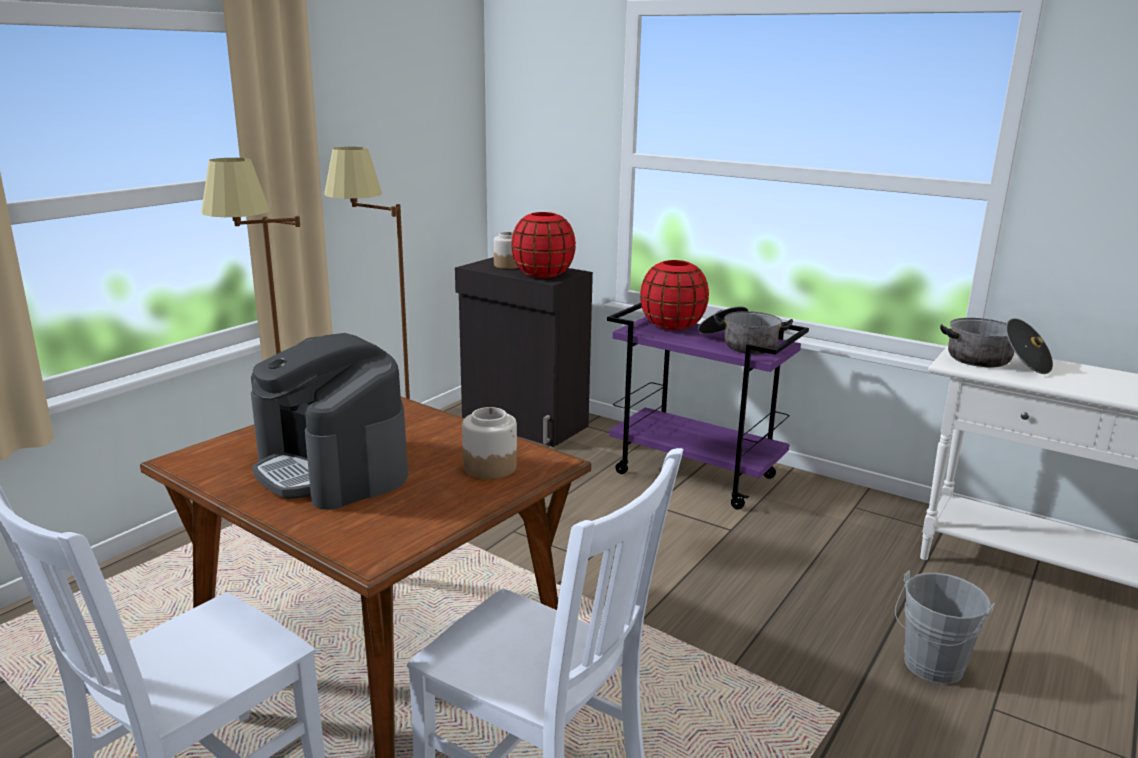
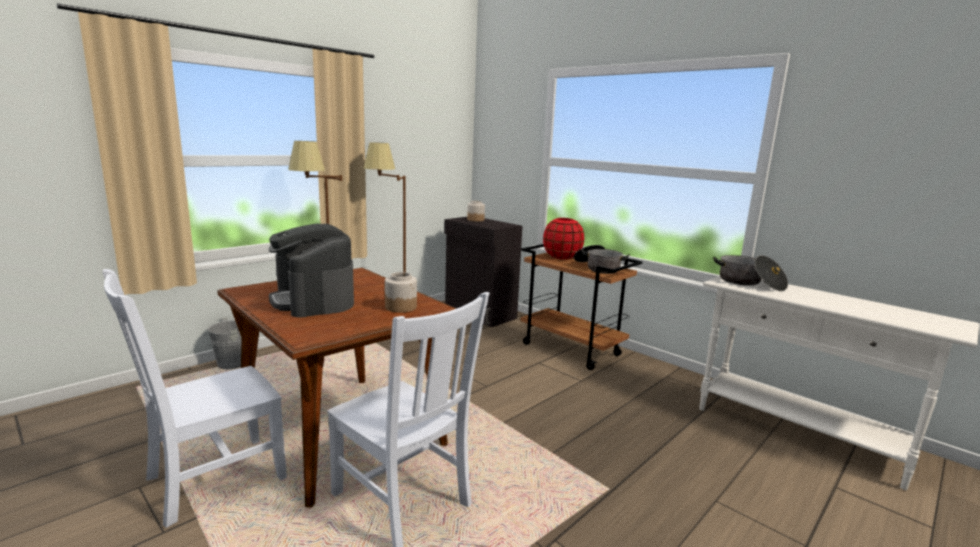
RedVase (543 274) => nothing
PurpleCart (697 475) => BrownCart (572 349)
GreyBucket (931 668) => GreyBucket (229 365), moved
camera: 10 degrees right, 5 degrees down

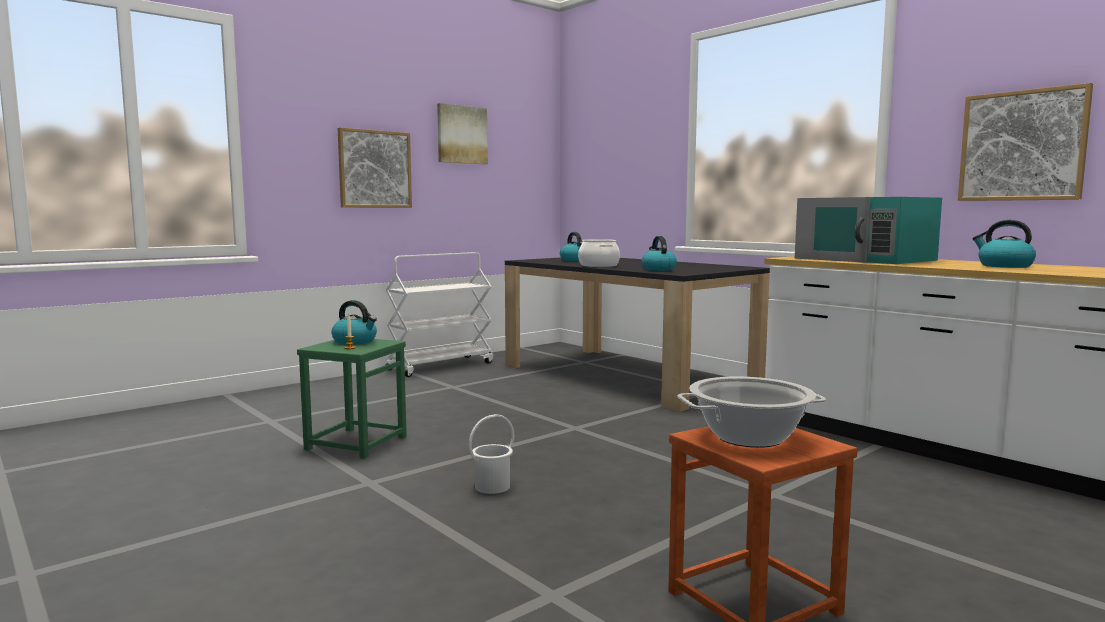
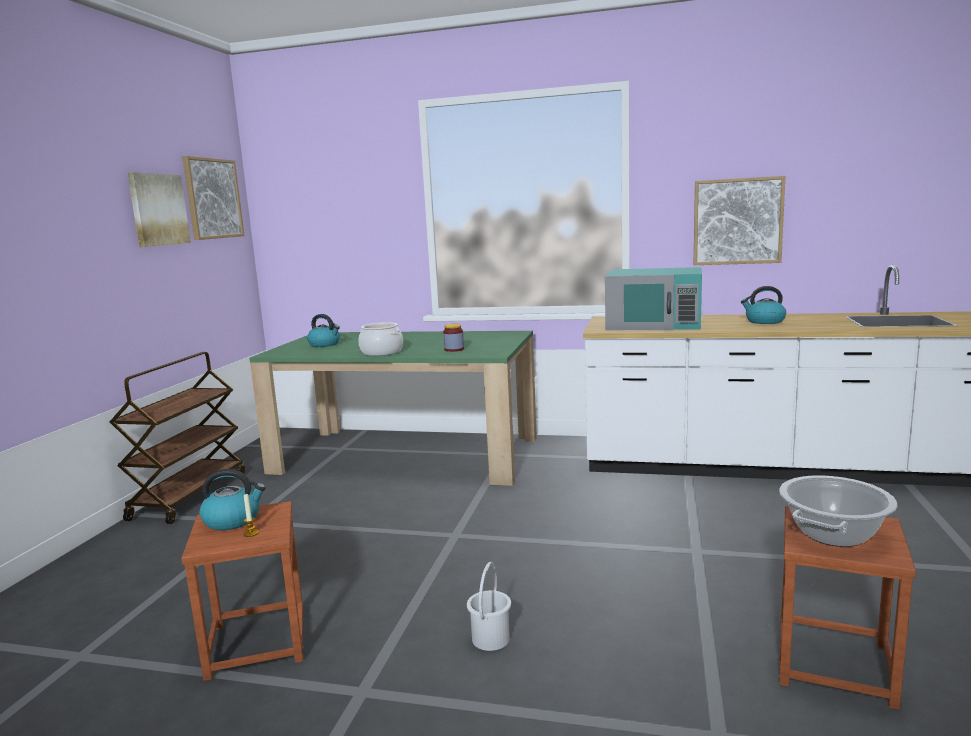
GreenStool (356 443) => BrownStool (256 643)
Picture (374 169) => Picture (213 198), moved
WhiteCart (441 366) => BrownCart (189 496)
BlackDiningTable (627 375) => GreenDiningTable (407 454)
Kettle (658 269) => Jar (454 349)
camera: 35 degrees left, 5 degrees up

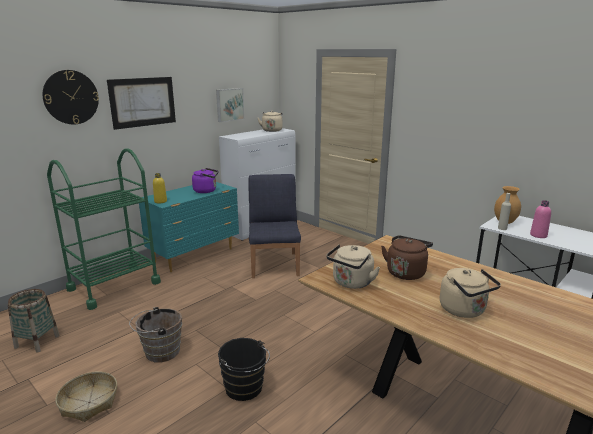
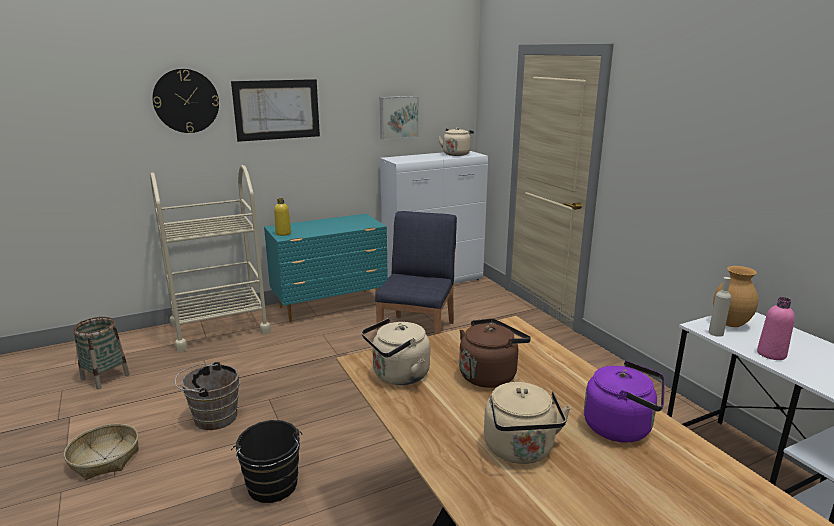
GreenCart (114 286) => BeigeCart (220 328)
PurpleKettle (206 191) => PurpleKettle (621 428), moved
camera: 20 degrees right, 0 degrees up

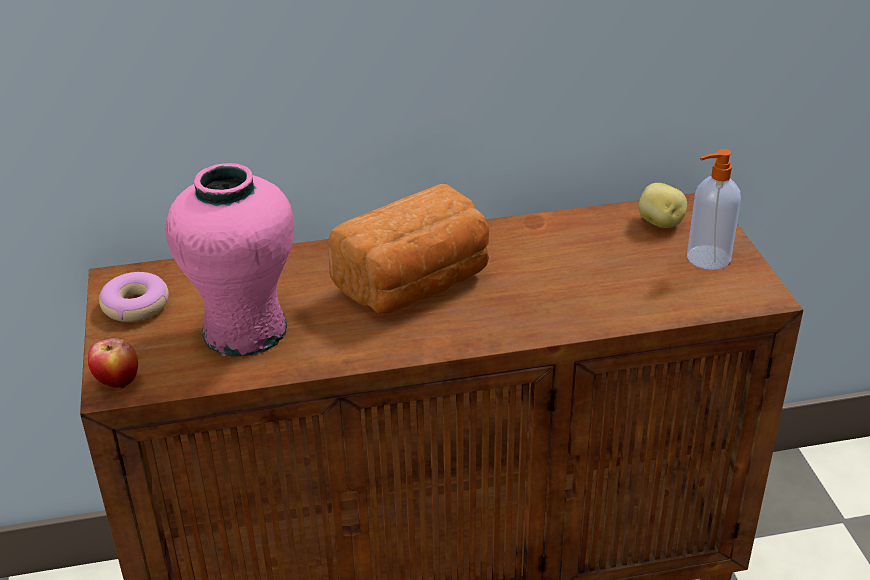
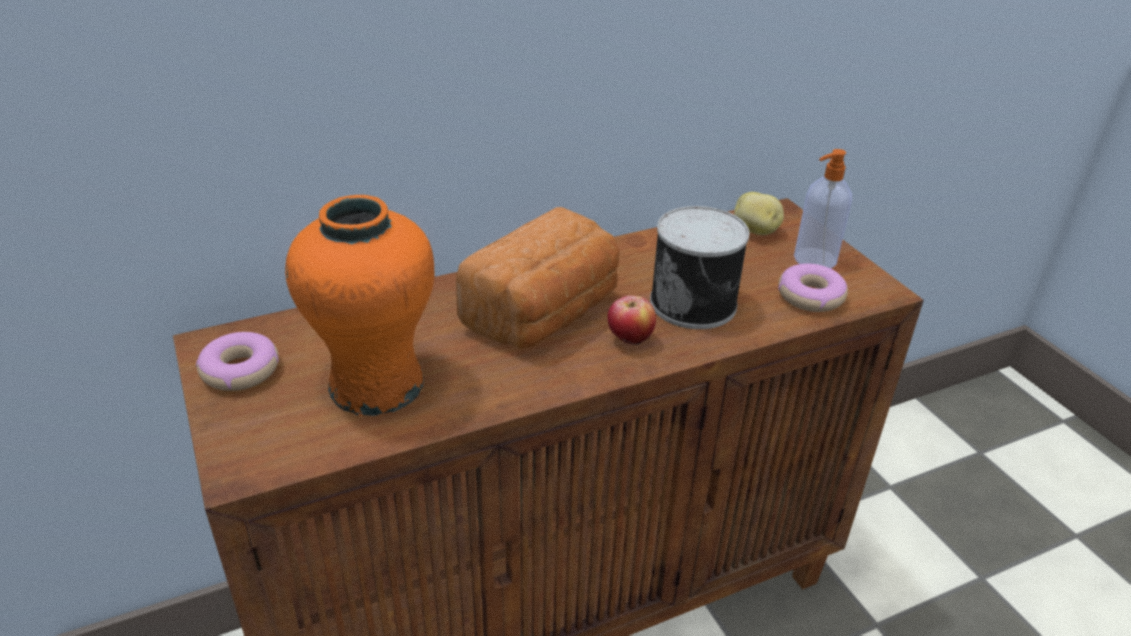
Apple (117 383) => Apple (629 340), moved
PinkVase (244 330) => OrangeVase (375 384)
nothing => Can (695 303)
nothing => Donut (810 296)
camera: 15 degrees left, 0 degrees up

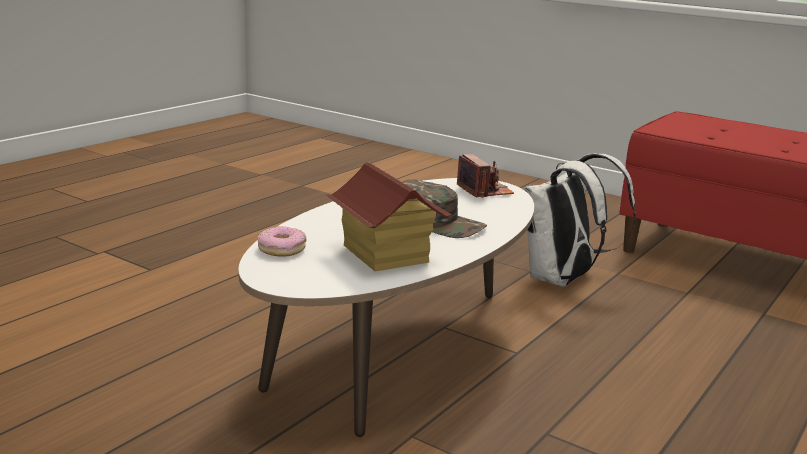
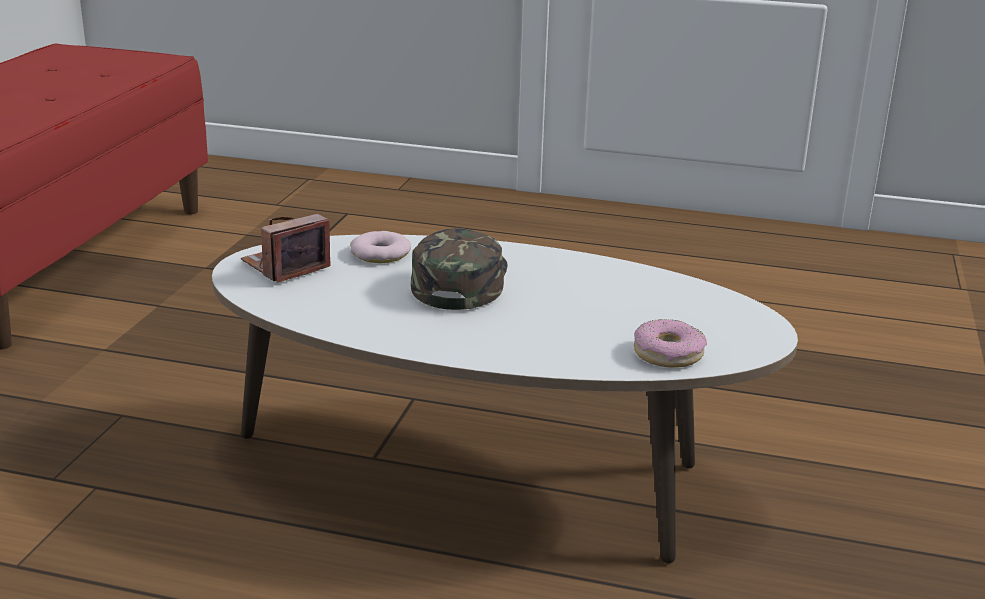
ToyHouse (384 254) => nothing
WhiteBackpack (562 280) => nothing
nothing => Donut (380 254)
camera: 110 degrees left, 5 degrees up

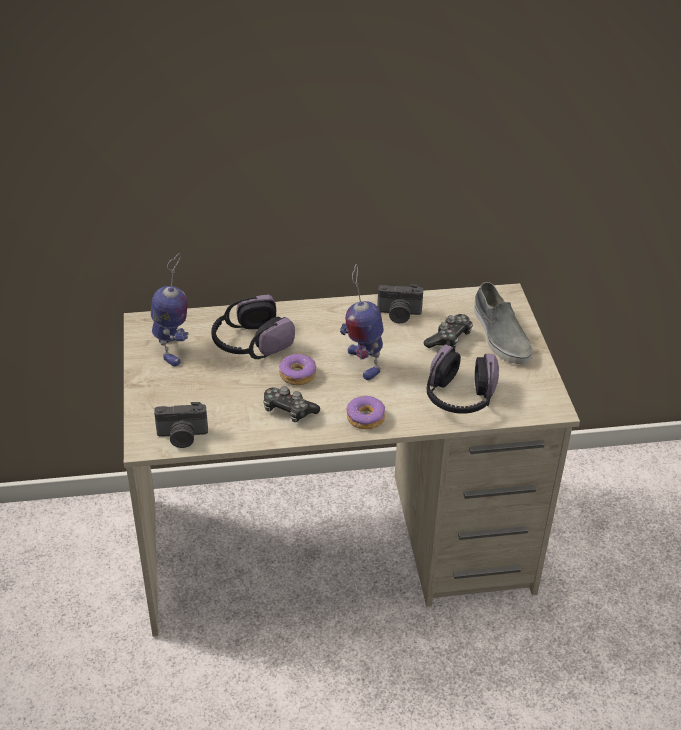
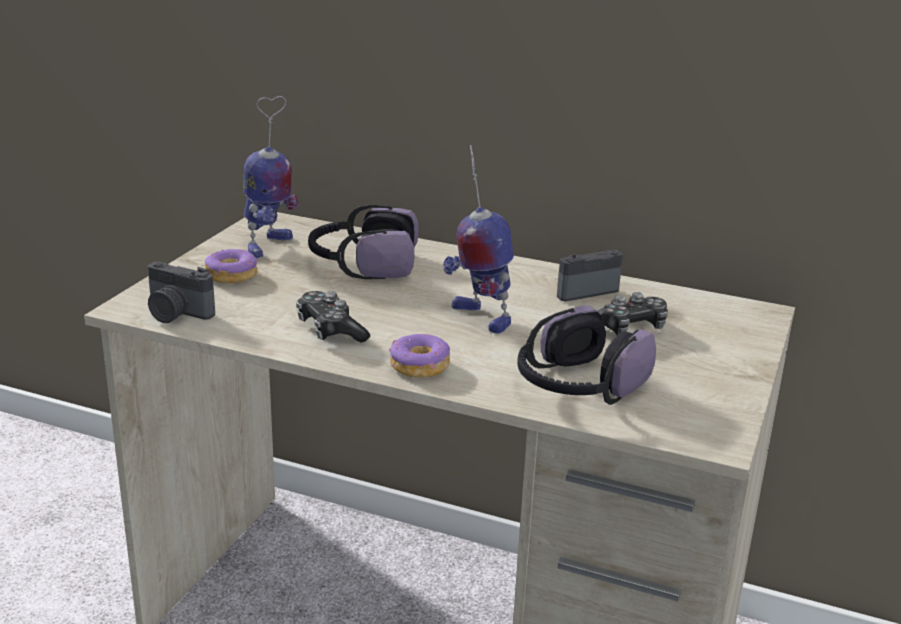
Donut (297 374) => Donut (231 275), moved
ToyRobot (362 363) => ToyRobot (479 317), 45 degrees counterclockwise
PhotoCamera (399 314) => PhotoCamera (582 290), 120 degrees clockwise
GreyShoe (500 335) => nothing
camera: 30 degrees right, 15 degrees down

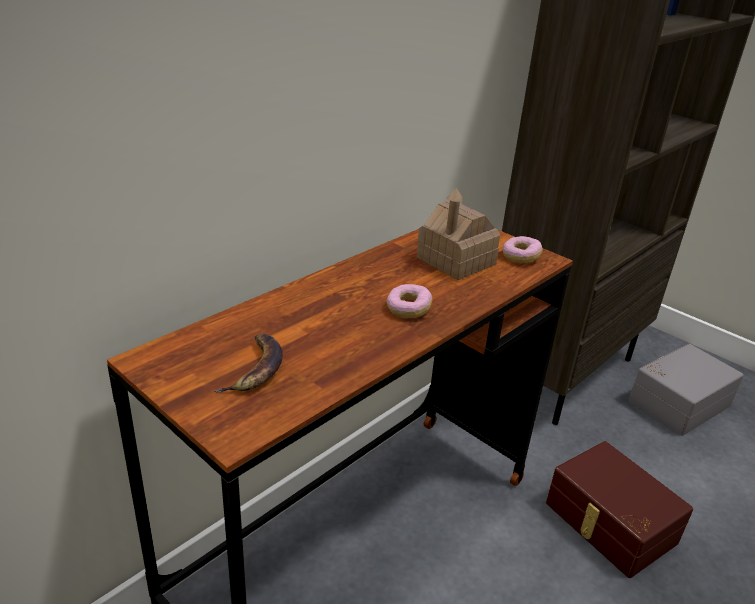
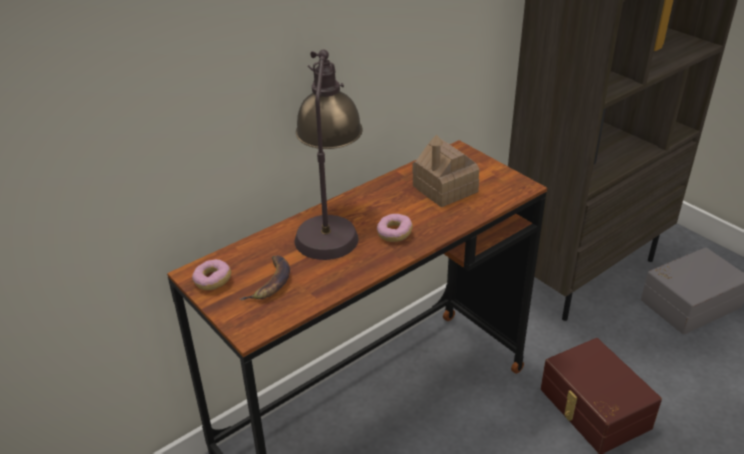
Donut (520 257) => Donut (213 281), moved
nothing => TableLamp (329 224)
camera: 10 degrees right, 5 degrees up

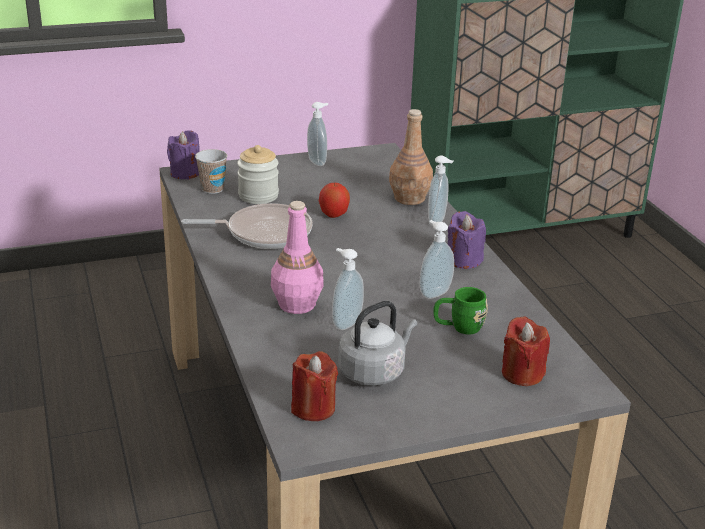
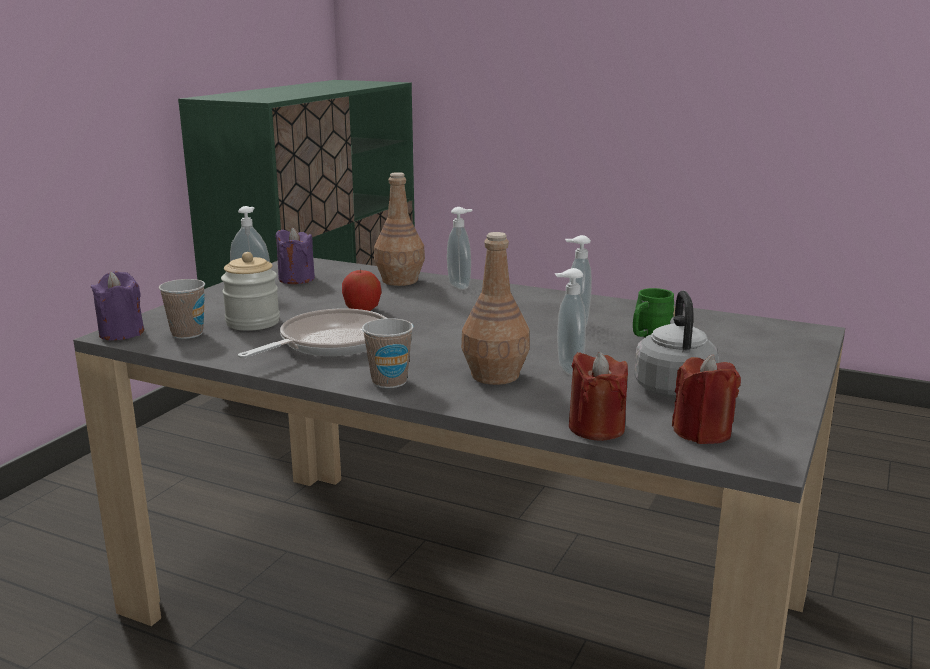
PinkBottle (296 304) => BrownBottle (494 376)
PurpleCandle (464 260) => PurpleCandle (296 279), moved
RedCandle (522 374) => RedCandle (596 428), moved
nothing => Cup (389 382)
camera: 45 degrees left, 10 degrees down

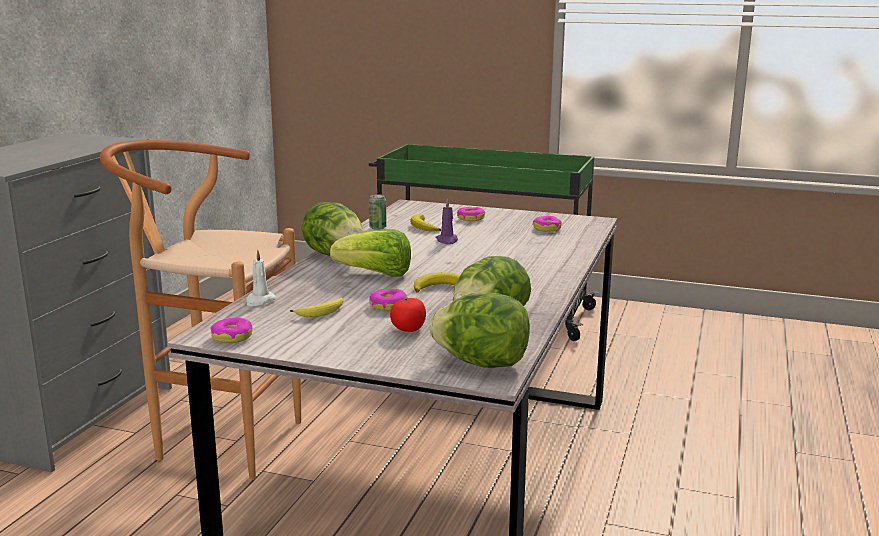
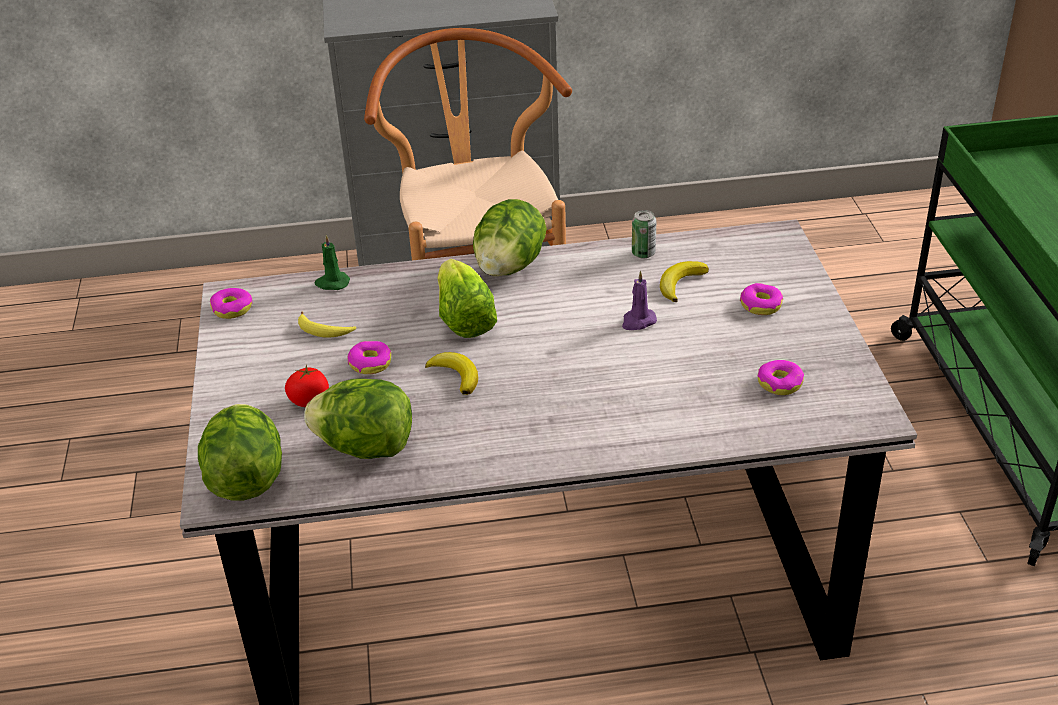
WhiteCandle (259 301) => GreenCandle (332 283)
camera: 65 degrees right, 20 degrees up

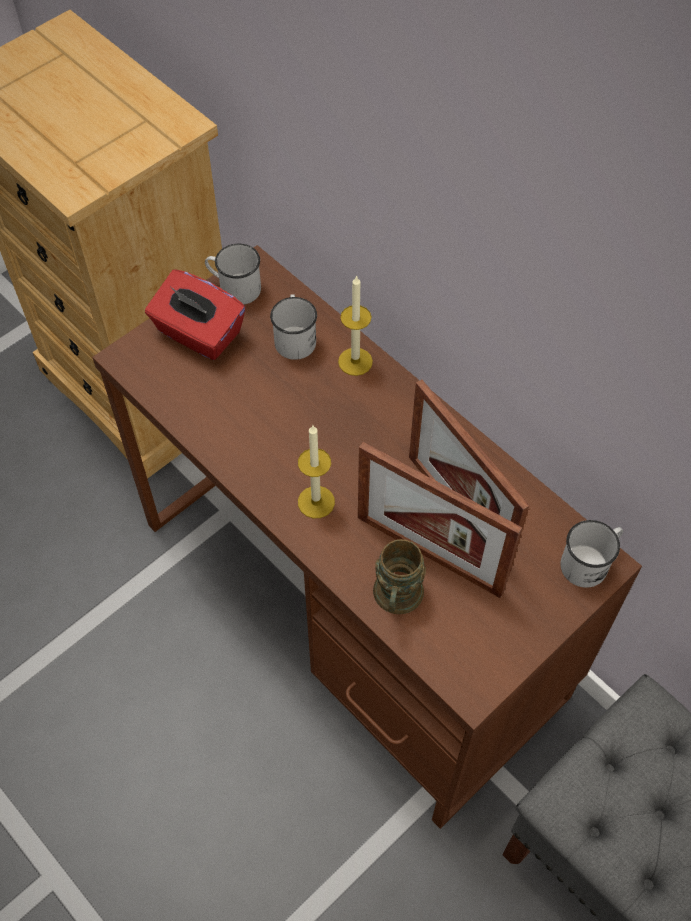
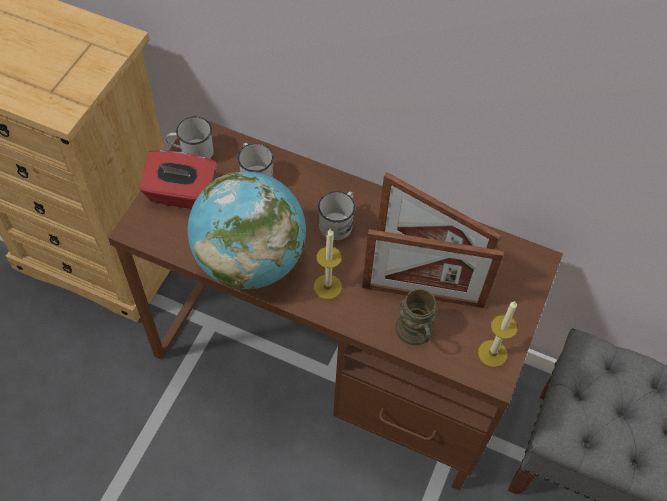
Candle (355 361) => Candle (492 353), moved
WhiteMug (589 562) => WhiteMug (338 222), moved
nothing => Globe (250 261)
camera: 25 degrees left, 0 degrees up

